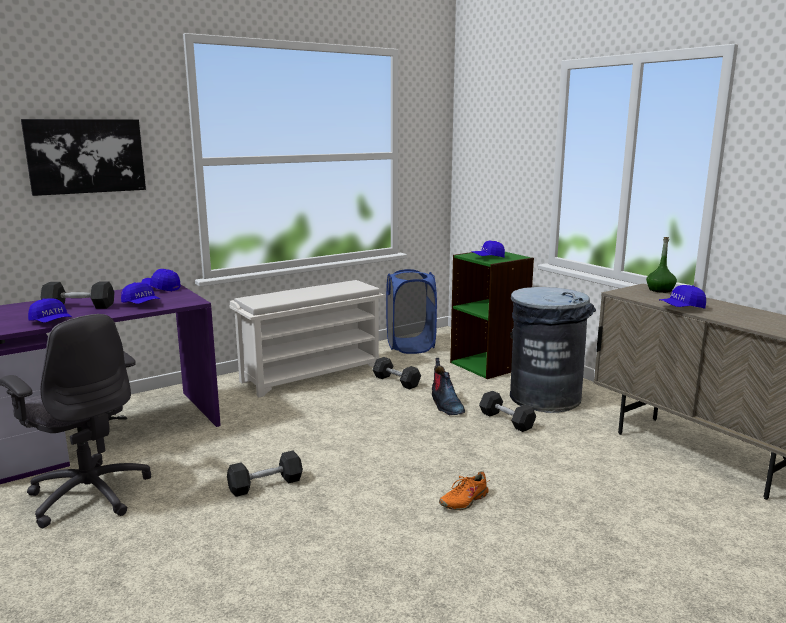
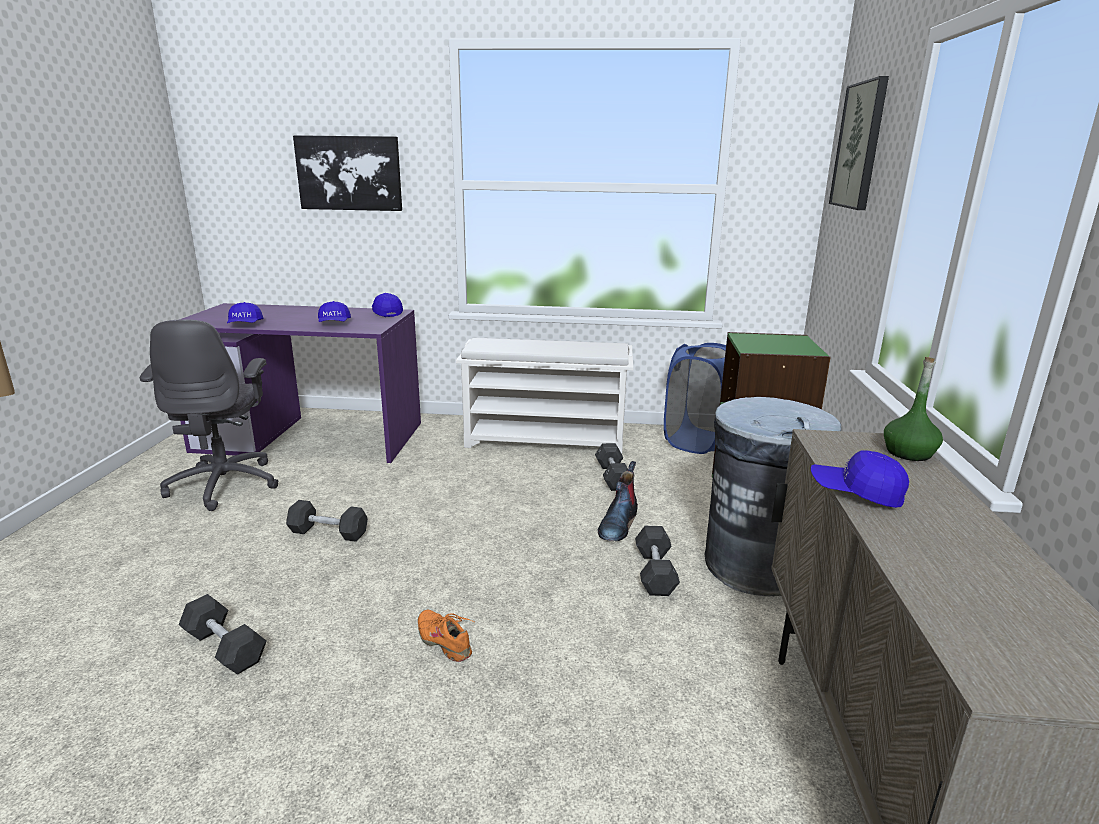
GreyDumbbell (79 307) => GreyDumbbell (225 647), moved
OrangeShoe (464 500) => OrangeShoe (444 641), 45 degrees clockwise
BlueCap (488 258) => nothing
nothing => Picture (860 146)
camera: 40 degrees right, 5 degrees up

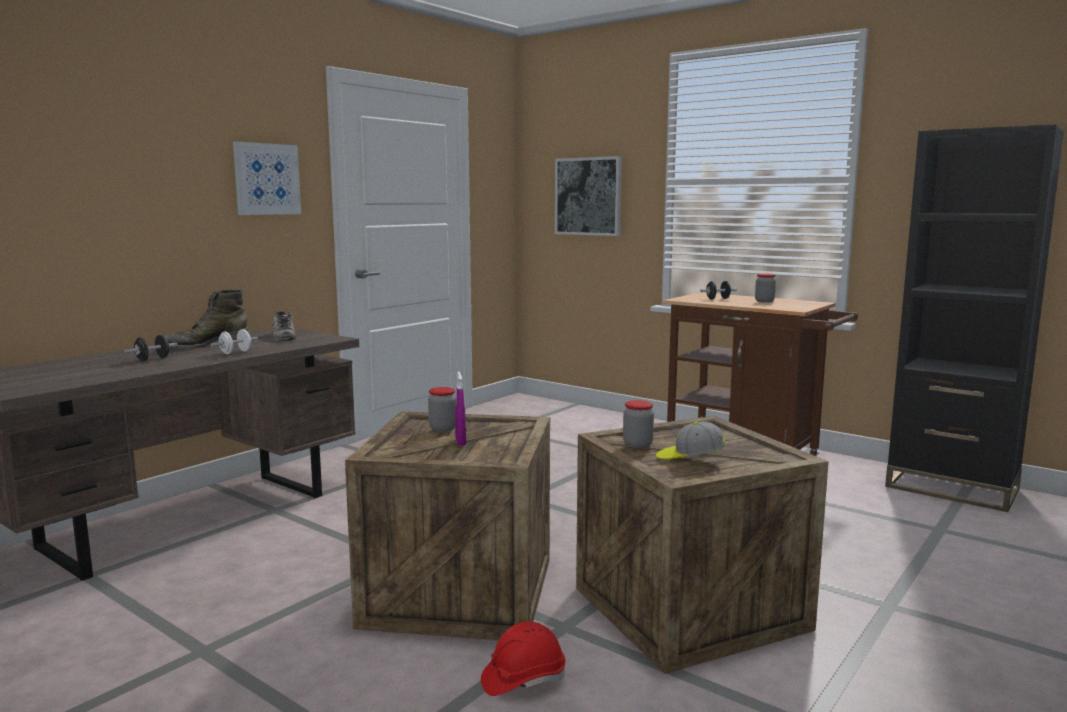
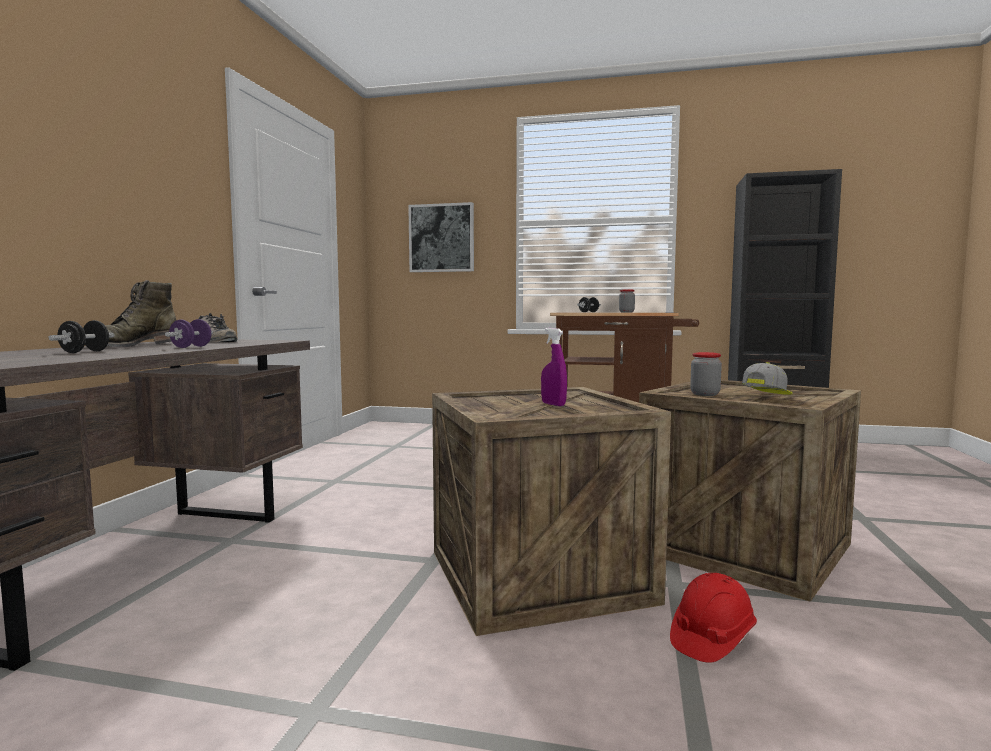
WhiteDumbbell (235 352) => PurpleDumbbell (191 347)
Picture (266 179) => nothing
Jar (442 428) => nothing
Cap (689 458) => Cap (767 397), 150 degrees clockwise
camera: 25 degrees left, 5 degrees down

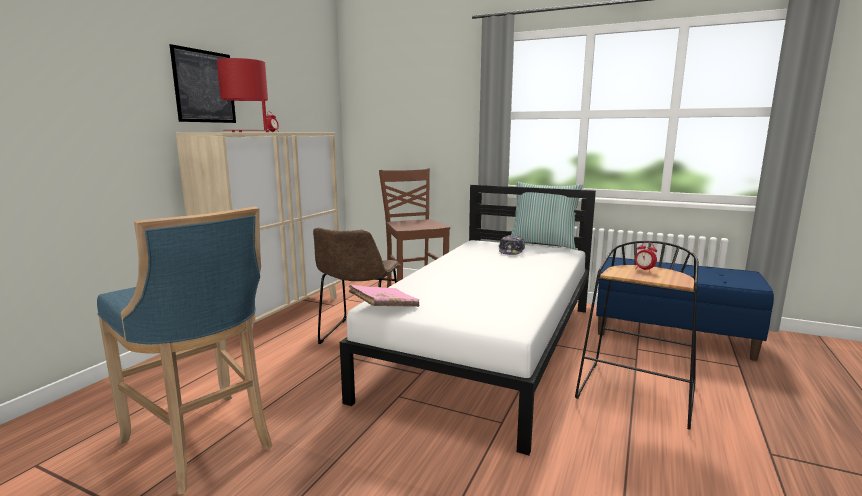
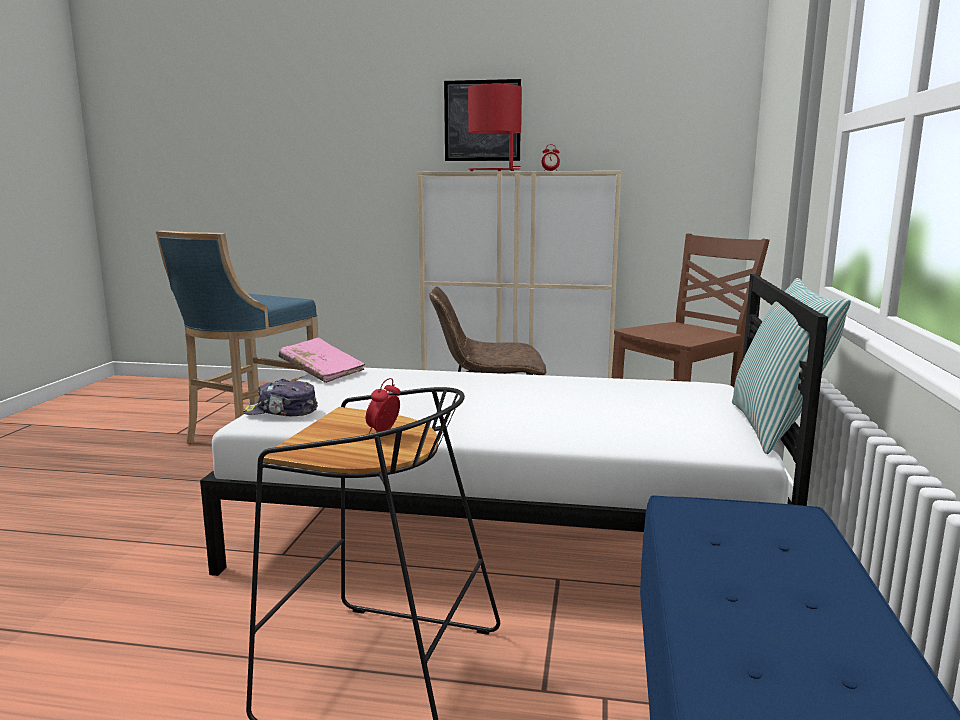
Cap (511 251) => Cap (281 412), moved
camera: 75 degrees right, 0 degrees up

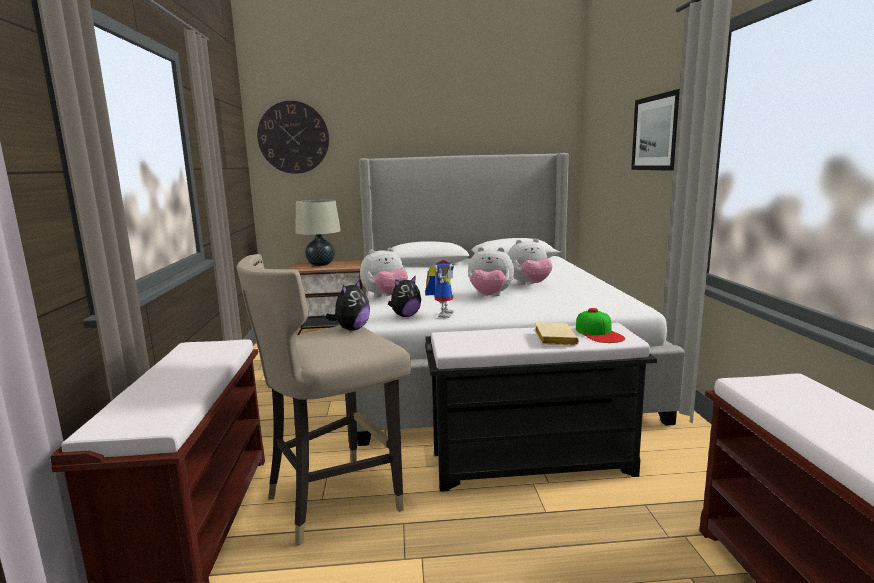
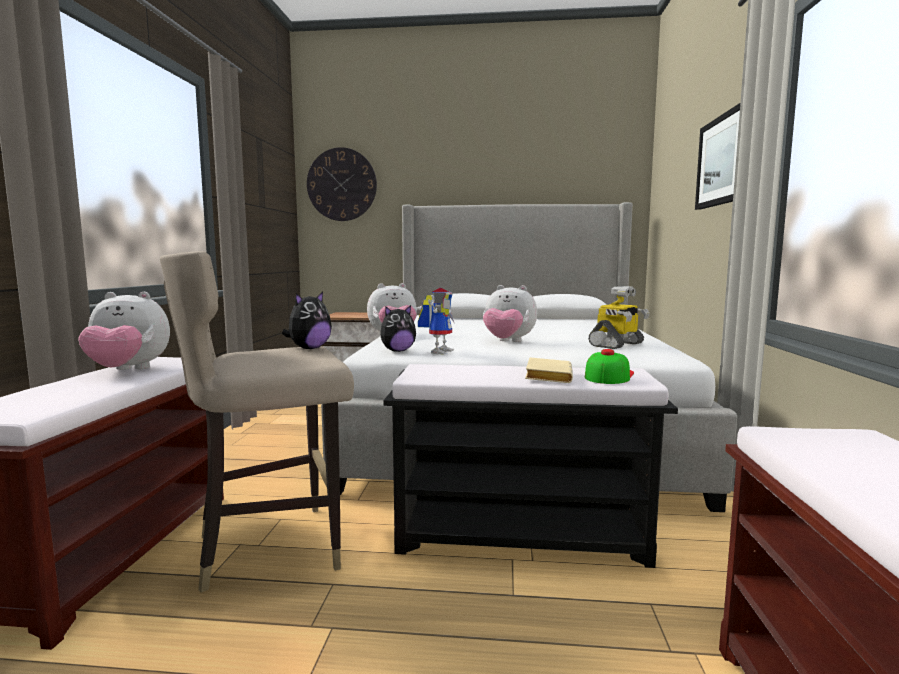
BeigeTableLamp (321 264) => nothing
PlushToy (529 284) => PlushToy (128 370), moved
Cap (599 333) => Cap (608 375), 150 degrees counterclockwise
nothing => ToyRobot (617 345)
camera: 10 degrees right, 5 degrees down

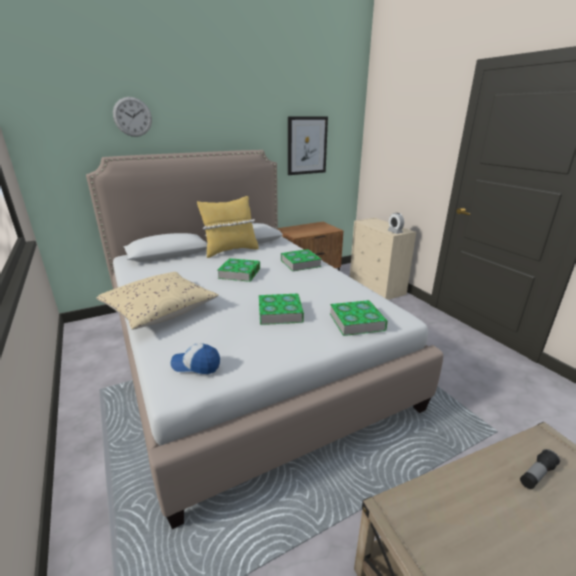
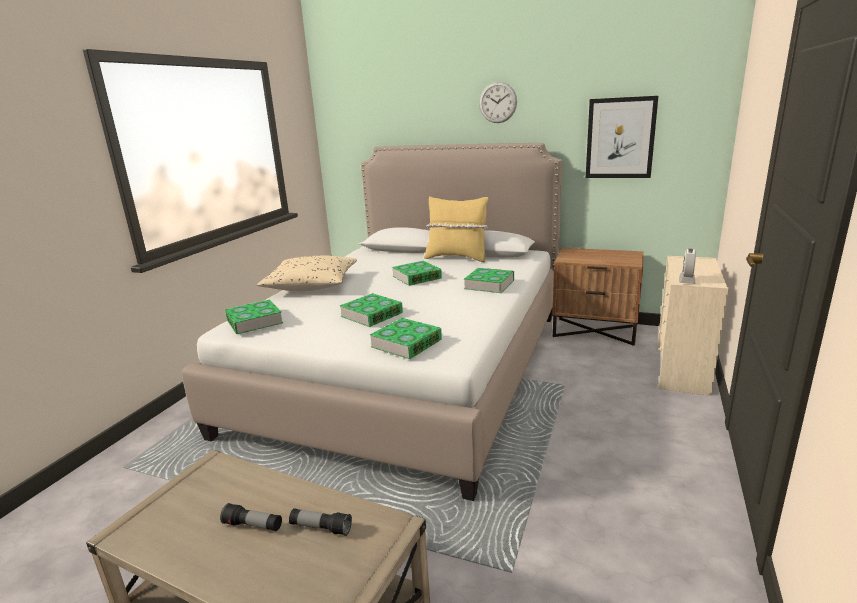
WallClock (132 117) => WallClock (498 102), moved
Cap (196 365) => Book (254 321)
nothing => Flashlight (253 525)
camera: 50 degrees right, 5 degrees down

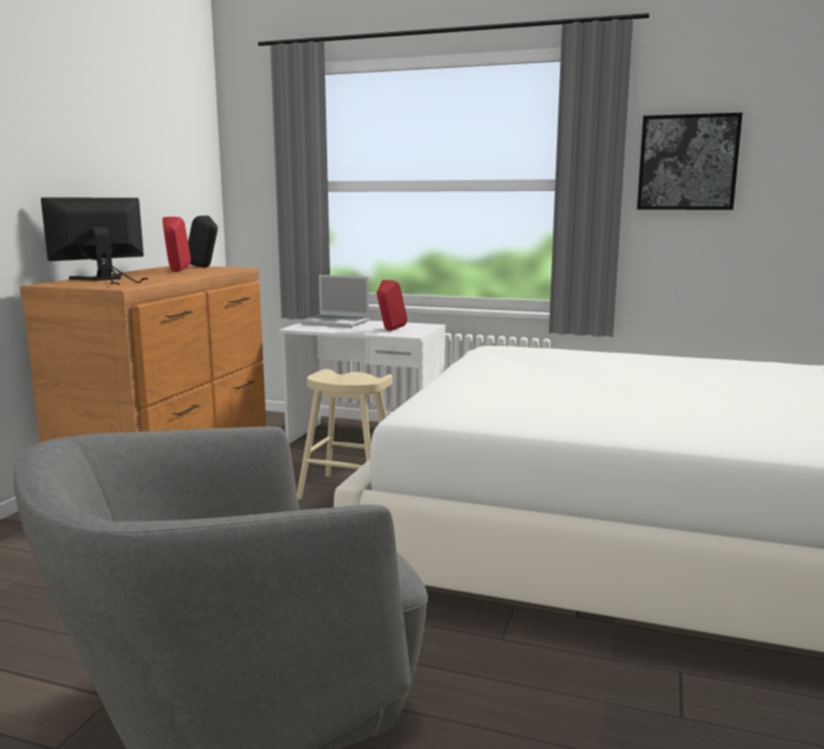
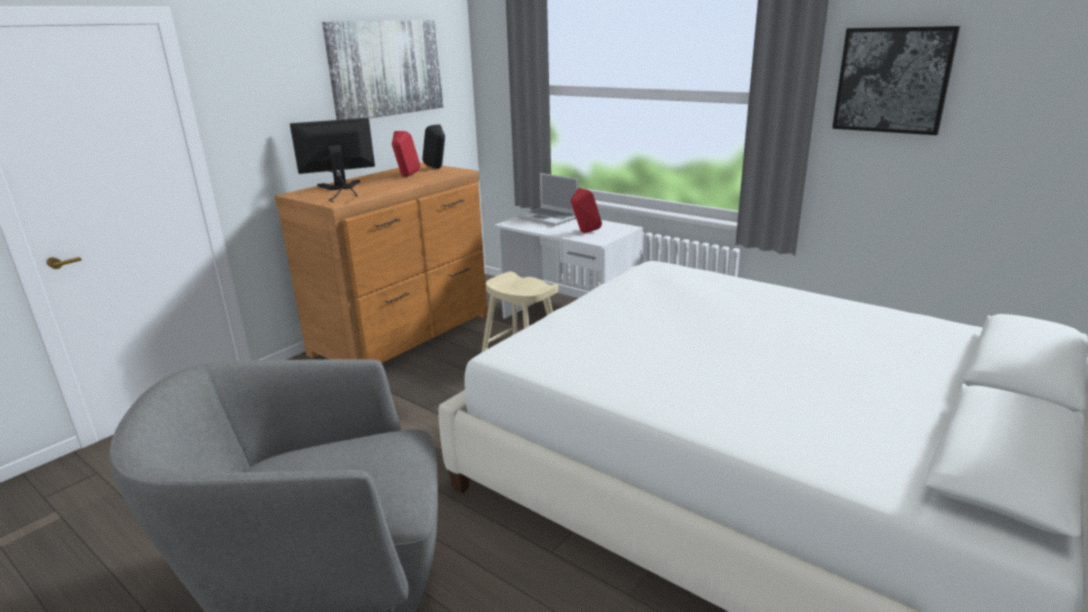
nothing => Picture (387 69)
camera: 20 degrees right, 10 degrees up

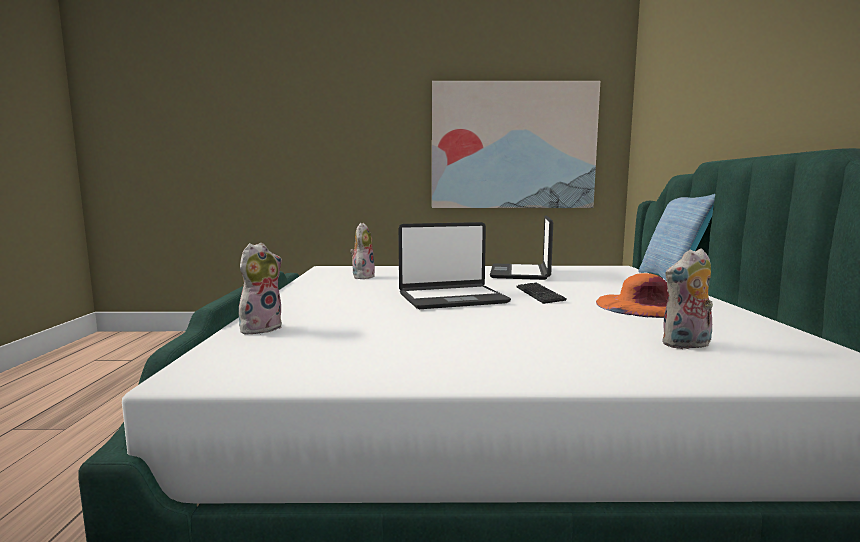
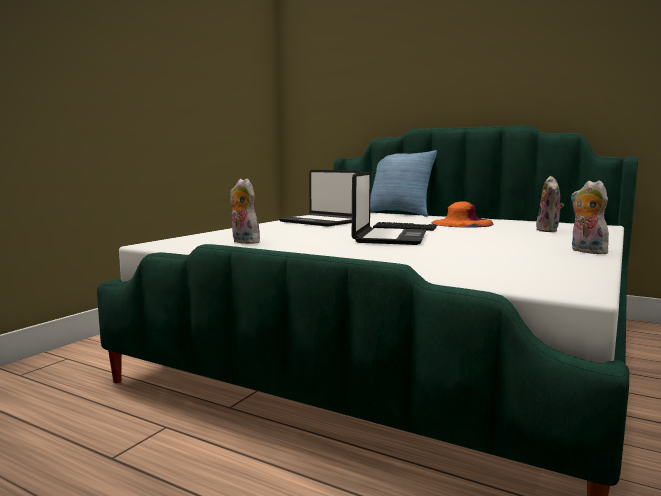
PlushToy (261 328) => PlushToy (585 251), moved
Picture (513 146) => nothing
camera: 60 degrees left, 0 degrees up

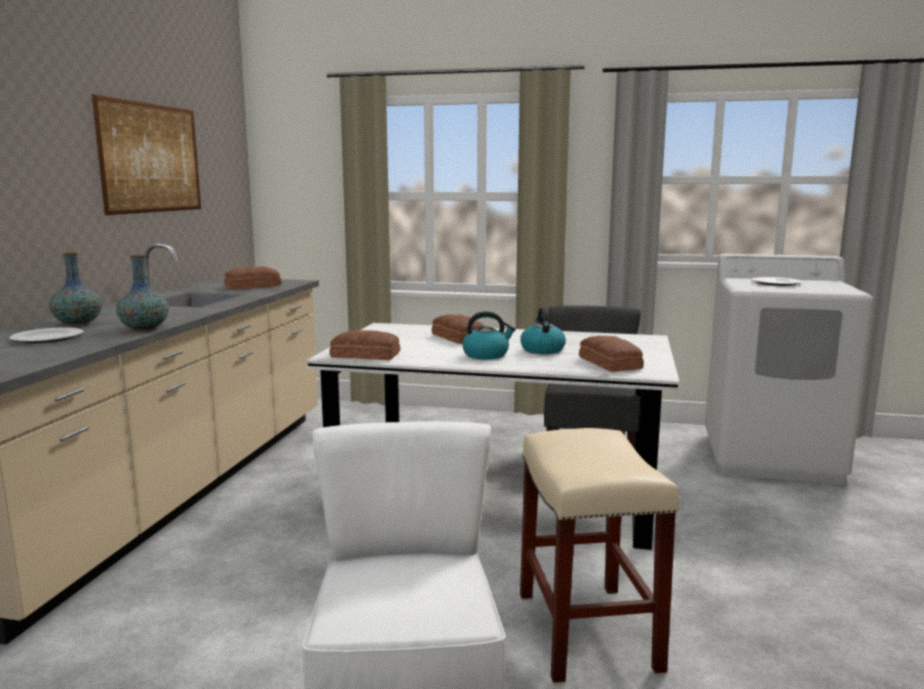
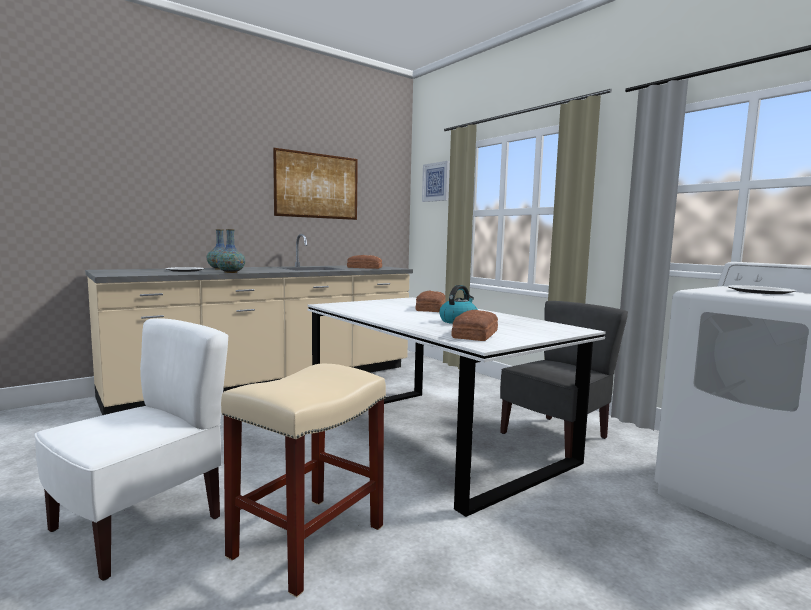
Bread (365 355) => nothing
Kettle (486 355) => nothing
nothing => Picture (436 182)
camera: 40 degrees right, 5 degrees down

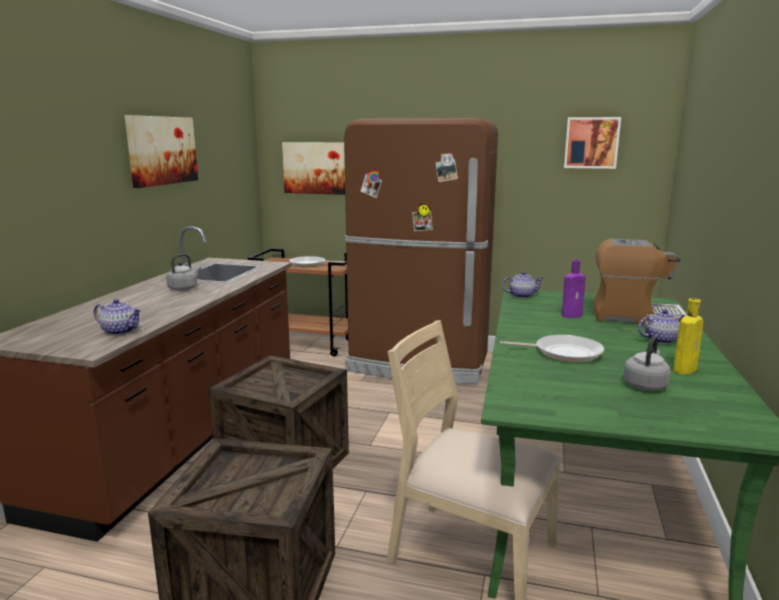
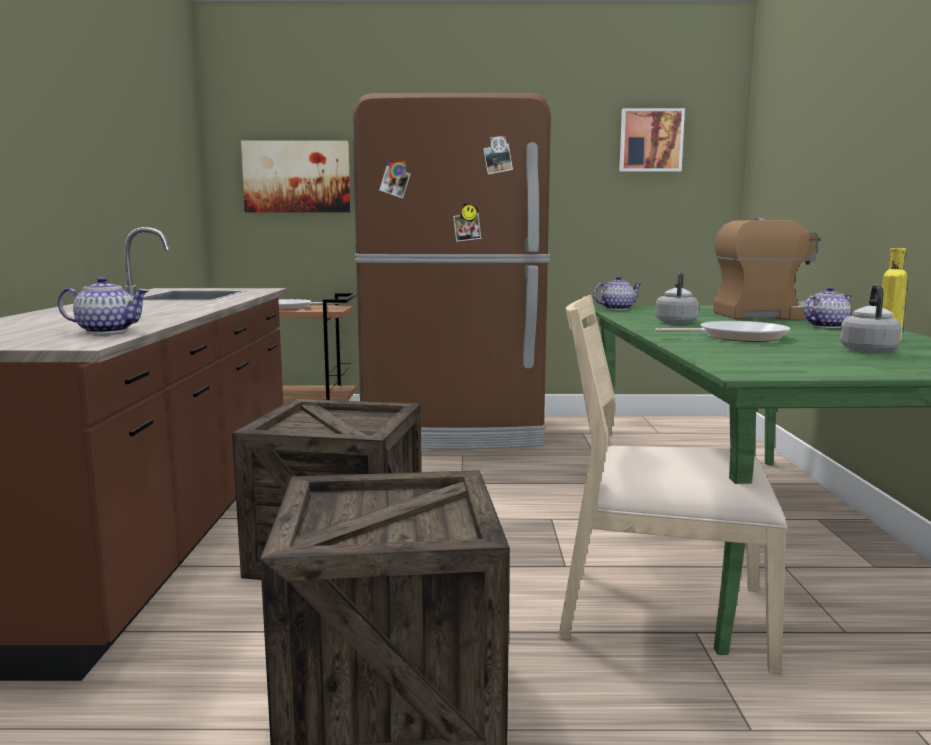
Picture (162 150) => nothing
GreyKettle (184 288) => GreyKettle (676 322), moved
PurpleBottle (573 315) => nothing
camera: 15 degrees left, 5 degrees down

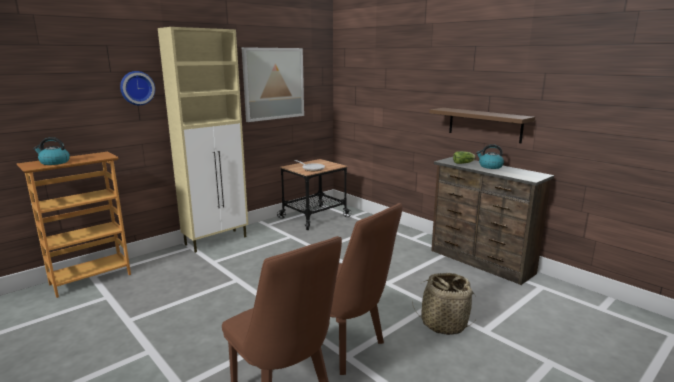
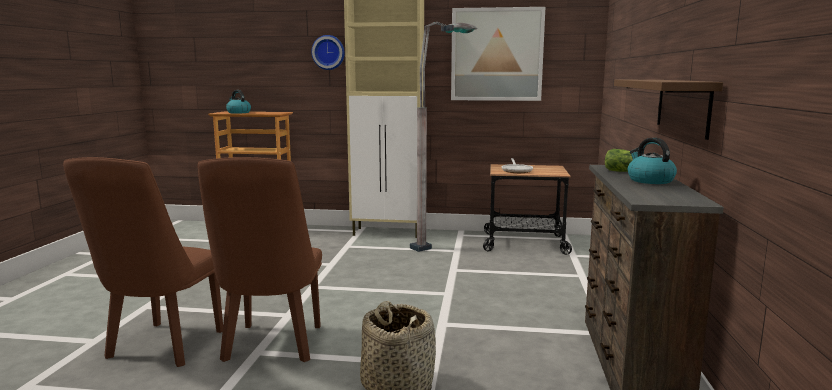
nothing => GreyFloorLamp (446 242)
camera: 50 degrees right, 5 degrees down

